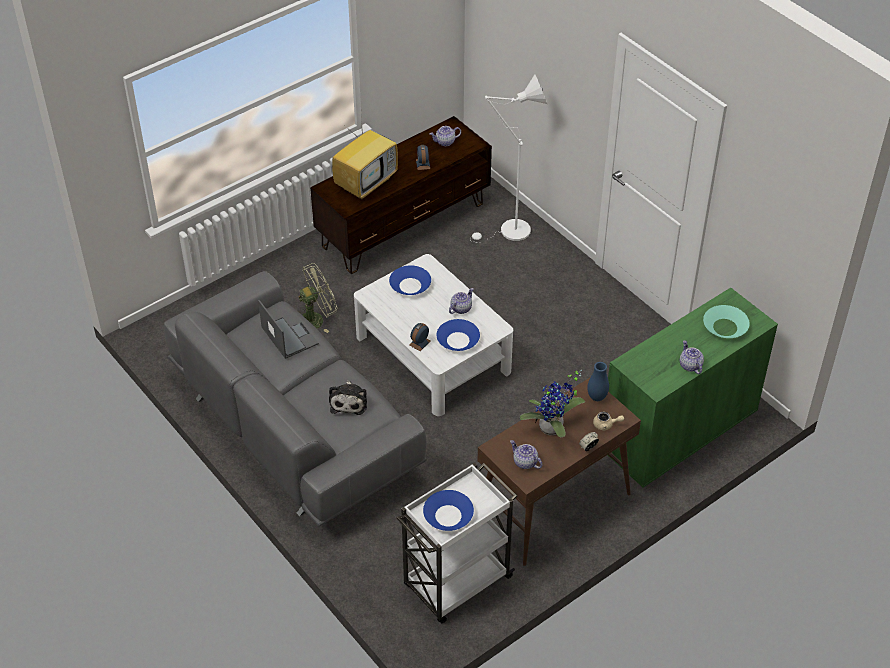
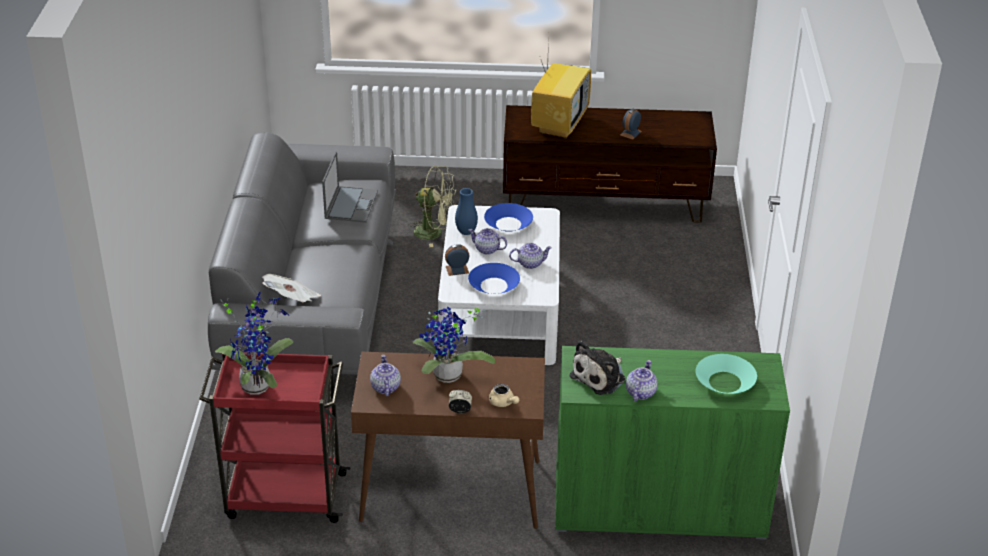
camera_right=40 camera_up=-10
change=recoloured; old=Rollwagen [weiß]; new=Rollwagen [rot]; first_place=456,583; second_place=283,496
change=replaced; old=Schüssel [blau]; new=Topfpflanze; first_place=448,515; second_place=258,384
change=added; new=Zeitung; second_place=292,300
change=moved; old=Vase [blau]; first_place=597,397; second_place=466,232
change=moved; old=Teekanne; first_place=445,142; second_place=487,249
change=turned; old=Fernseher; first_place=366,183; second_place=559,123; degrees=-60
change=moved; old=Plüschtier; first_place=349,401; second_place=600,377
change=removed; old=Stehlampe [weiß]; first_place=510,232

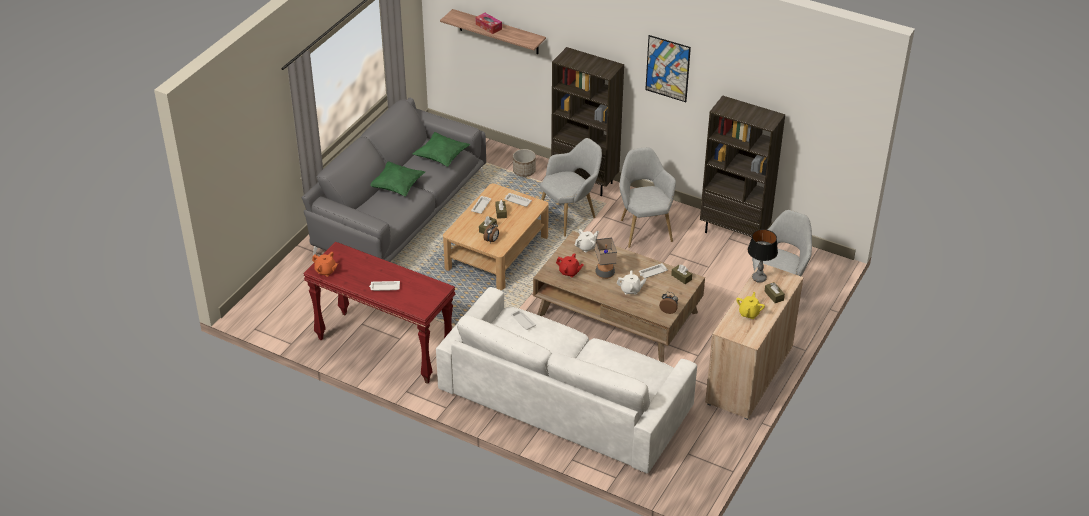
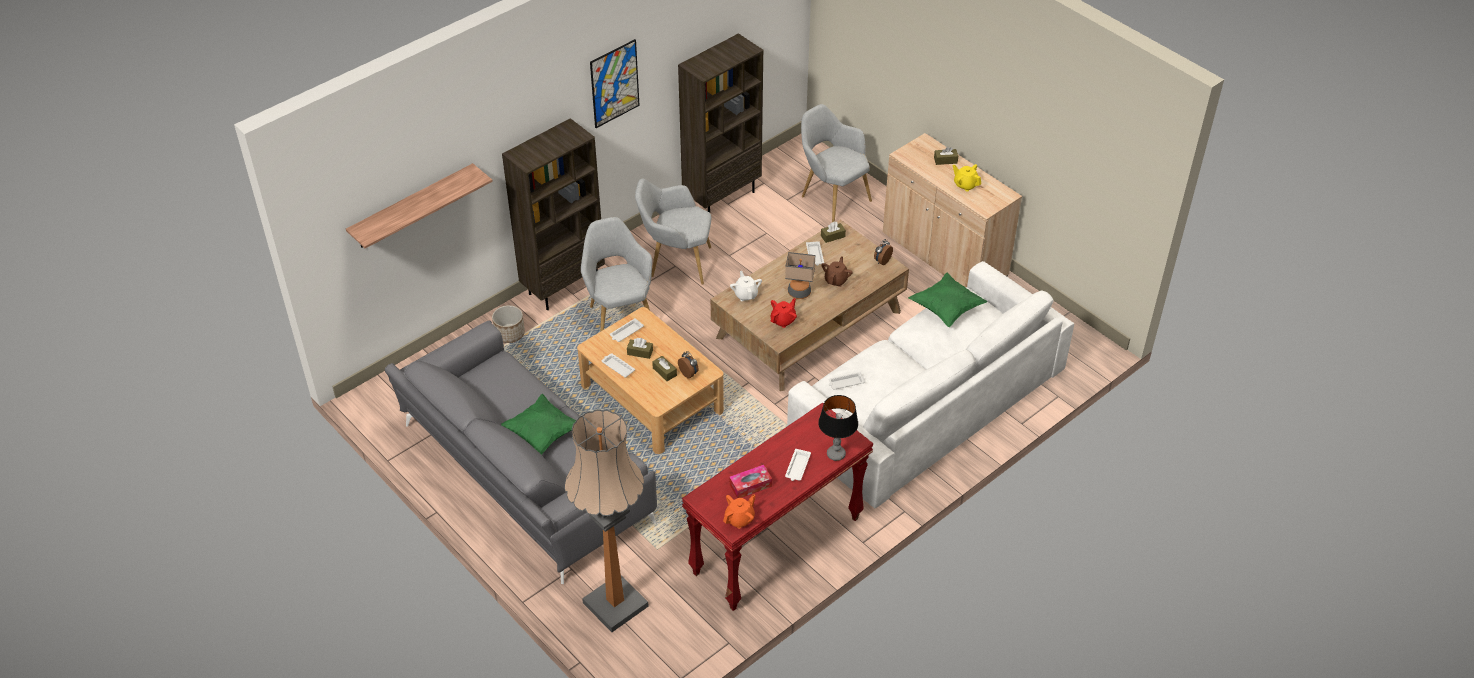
camera_right=-70 camera_up=5
change=added; new=Stehlampe; second_place=615,604
change=moved; old=Taschentuchbox; first_place=488,26; second_place=750,485
change=moved; old=Tischlampe; first_place=759,278; second_place=836,454
change=recoloured; old=Teekanne [weiß]; new=Teekanne [braun]; first_place=630,290; second_place=836,280
change=moved; old=Kissen [grün]; first_place=441,157; second_place=946,309

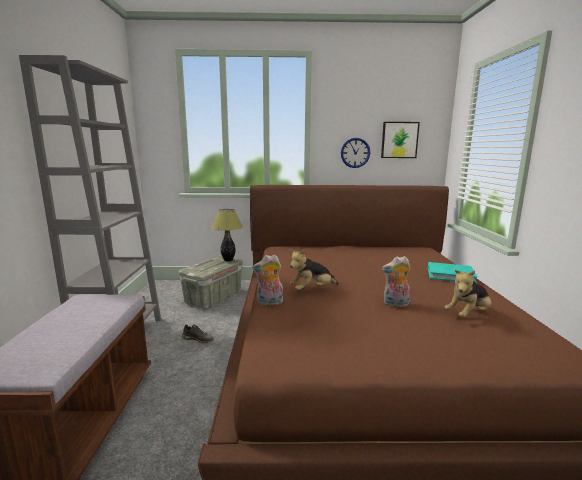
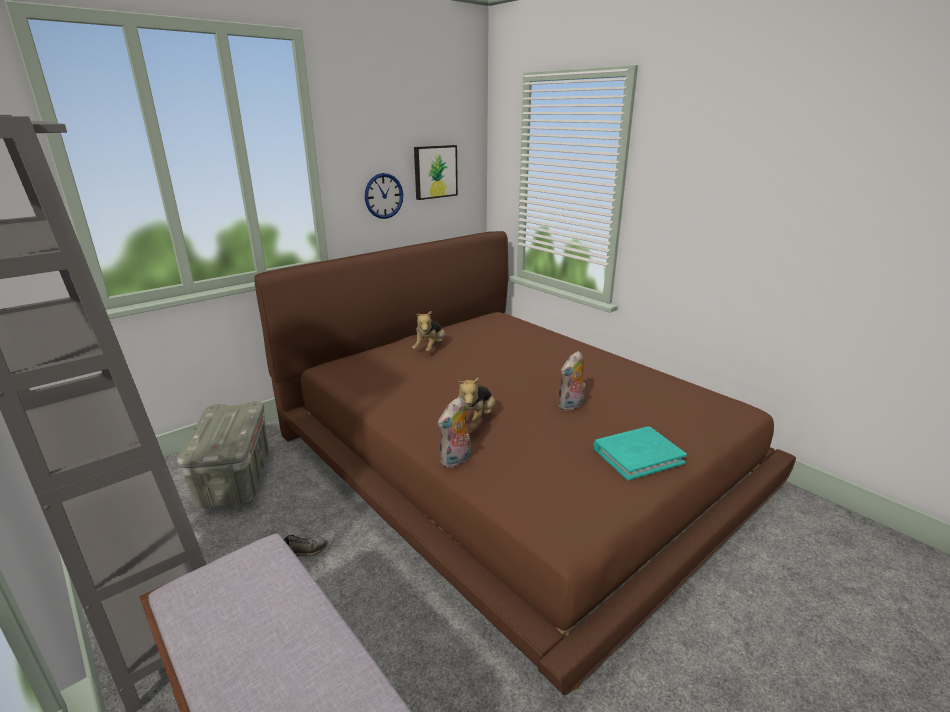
camera_right=-40 camera_up=10
change=moved; old=Plüschtier; first_place=468,315; second_place=430,348
change=moved; old=Buch [türkis]; first_place=450,275; second_place=637,455
change=removed; old=Tischlampe; first_place=228,260

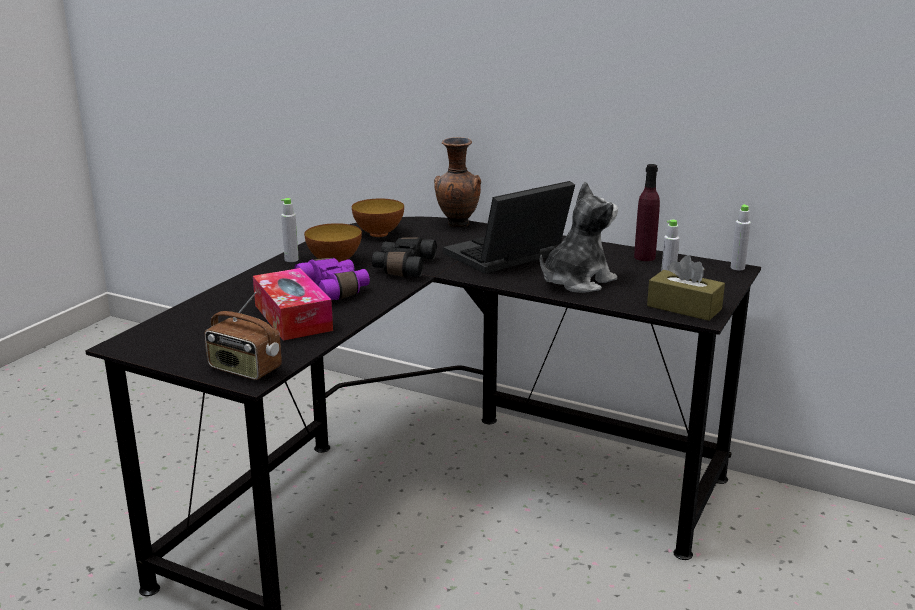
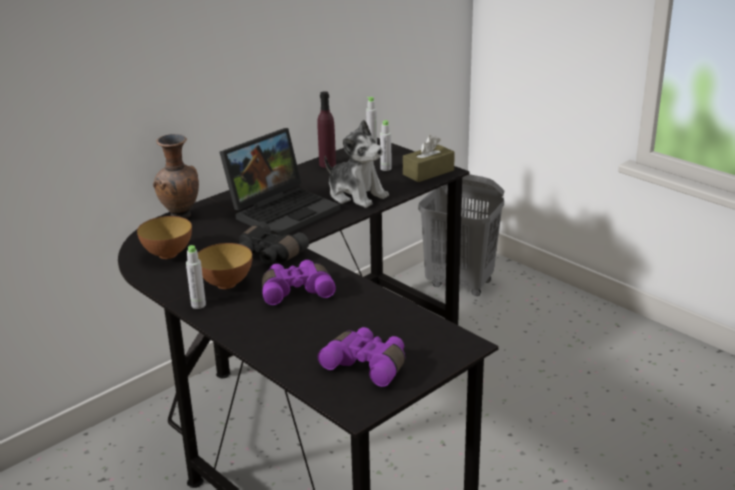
camera_right=-70 camera_up=5
change=turned; old=Laptop; first_place=506,257; second_place=283,210; degrees=-120
change=added; new=Fernglas [lila]; second_place=368,364
change=turned; old=Plüschtier; first_place=576,281; second_place=356,195; degrees=150
change=added; new=Wäschekorb [grau]; second_place=460,284
change=removed; old=Radio; first_place=244,370
change=removed; old=Taschentuchbox; first_place=293,317

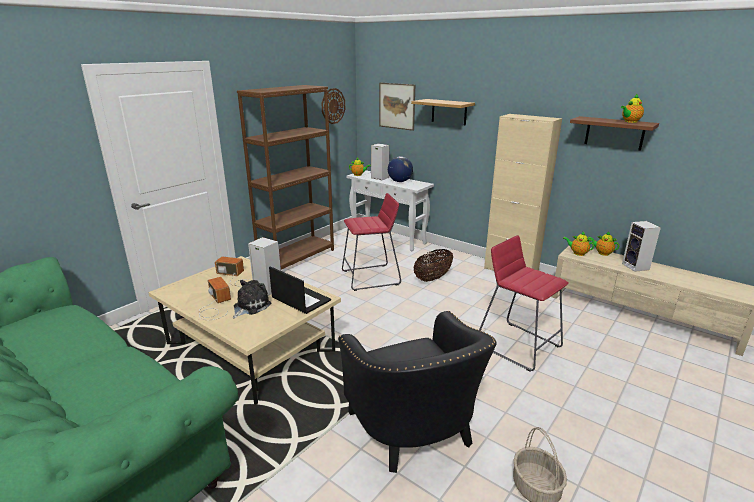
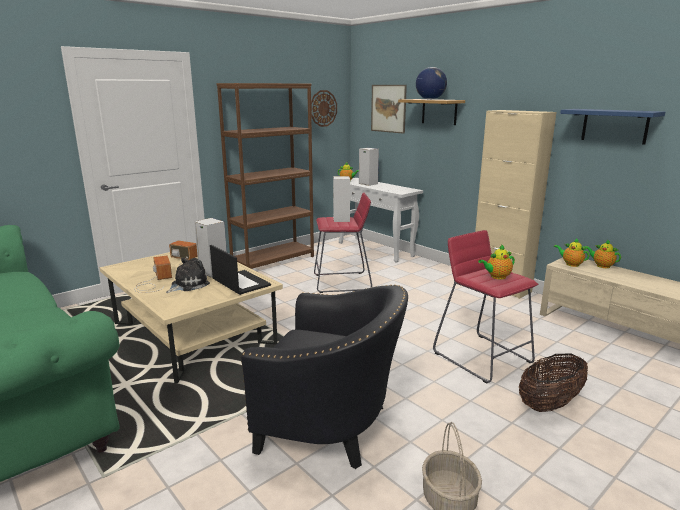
camera_right=10 camera_up=-5
change=turned; old=Sessel [schwarz]; first_place=415,431; second_place=331,426; degrees=-60
change=moved; old=Lautsprecher; first_place=636,267; second_place=342,219
change=moved; old=Globus; first_place=399,181; second_place=430,99
change=moved; old=Teekanne; first_place=629,122; second_place=496,277
change=moved; old=Korb; first_place=432,278; second_place=549,404
change=recoloured; old=Wandregal [braun]; new=Wandregal [blau]; first_place=614,133; second_place=614,126

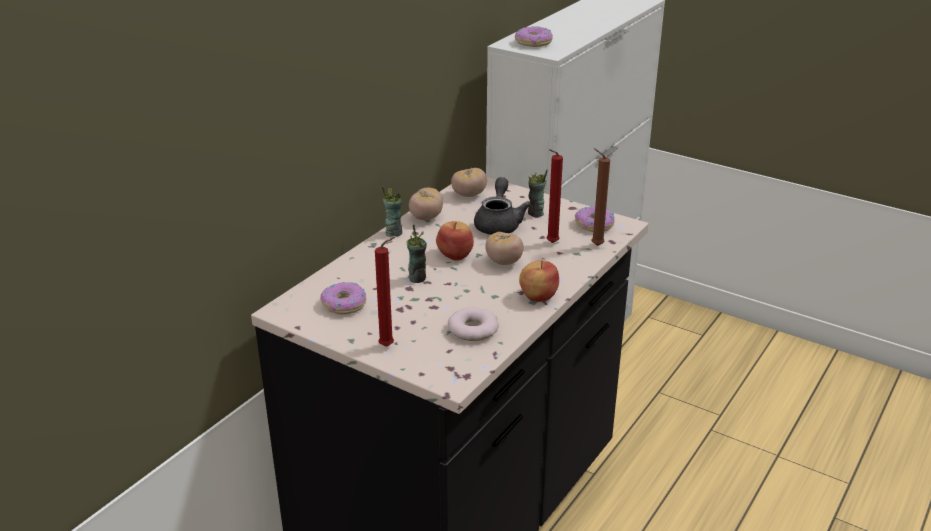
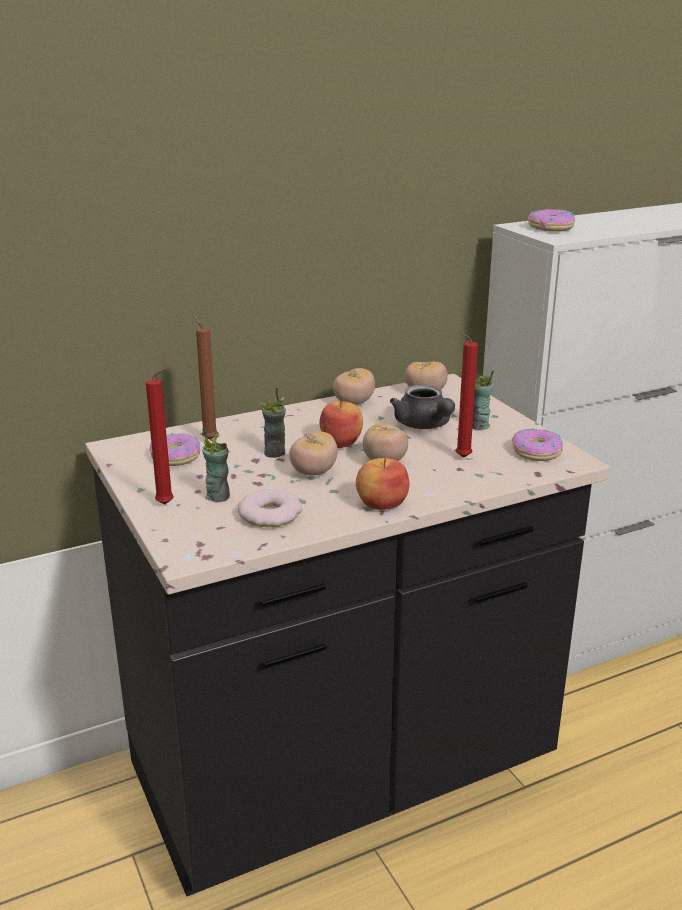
camera_right=30 camera_up=-5
change=moved; old=Kerze [braun]; first_place=595,245; second_place=208,439
change=moved; old=Tasse; first_place=393,232; second_place=218,496
change=added; new=Tomate; second_place=313,472
change=turned; old=Teekanne [grau]; first_place=499,223; second_place=424,425; degrees=120

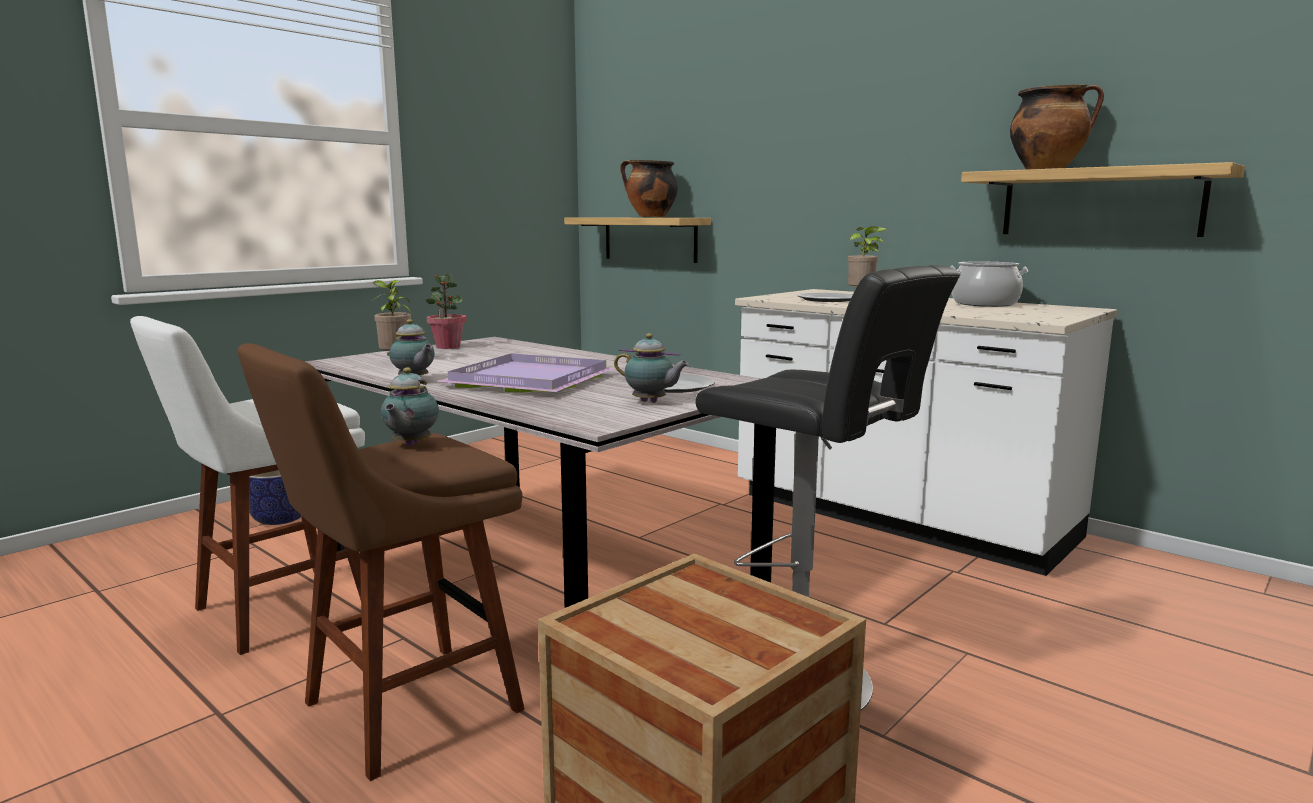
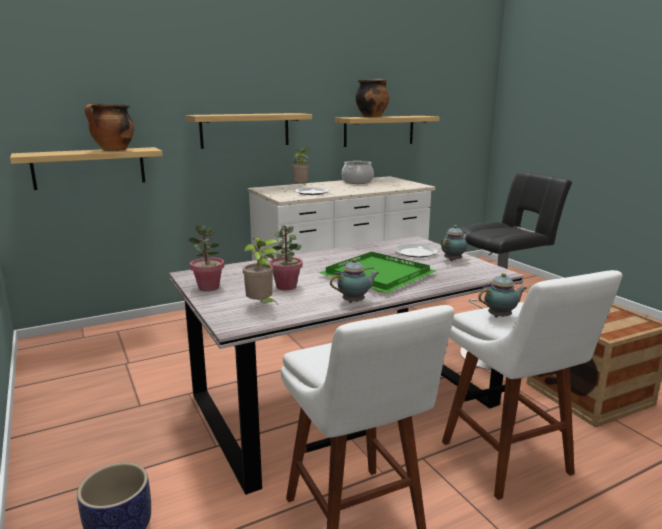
camera_right=-70 camera_up=5
change=added; new=Wandregal; second_place=245,130
change=added; new=Topfpflanze; second_place=286,286
change=recoloured; old=Tablett [lila]; new=Tablett [grün]; first_place=533,380; second_place=377,275
change=recoloured; old=Hocker [braun]; new=Hocker [weiß]; first_place=402,711; second_place=509,461
change=turned; old=Teekanne; first_place=410,445; second_place=501,316; degrees=-45

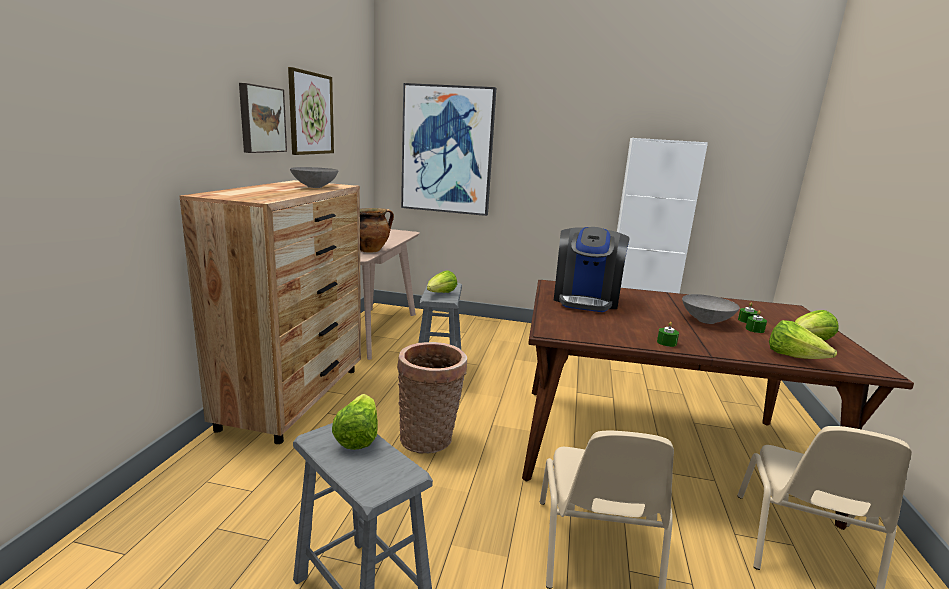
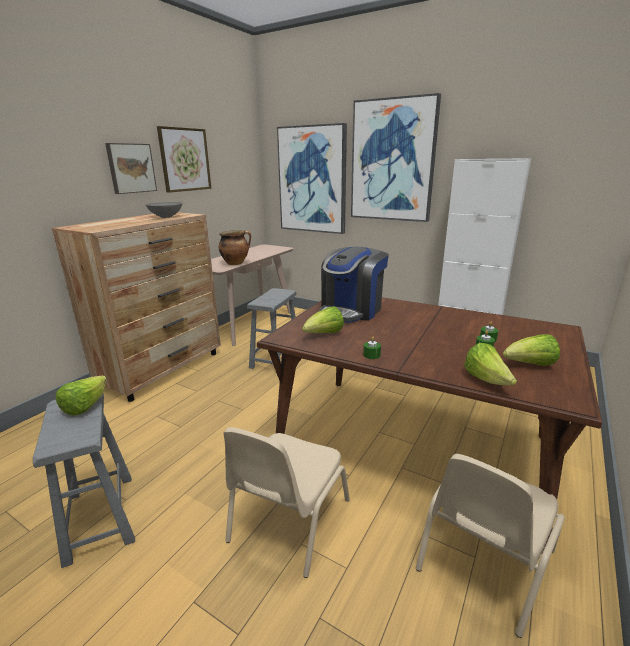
camera_right=20 camera_up=5
change=moved; old=Salatkopf; first_place=441,294; second_place=324,334
change=added; new=Bild; second_place=392,161
change=removed; old=Korb; first_place=429,439
change=removed; old=Schüssel [grau]; first_place=706,320

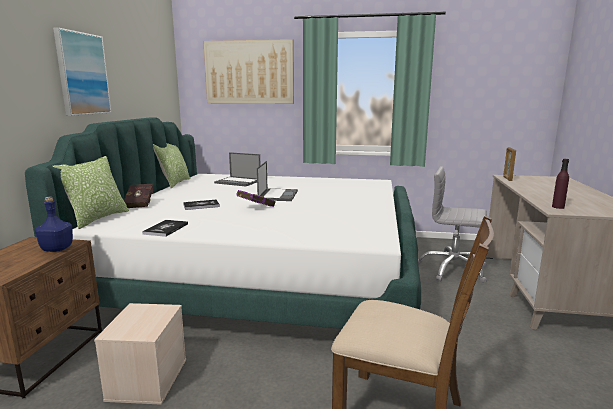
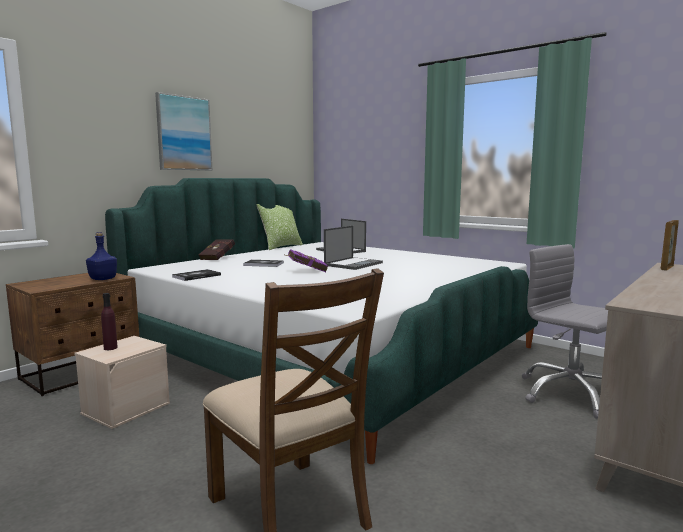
camera_right=30 camera_up=-5
change=moved; old=Flasche [lila]; first_place=558,207; second_place=110,348
change=removed; old=Kissen; first_place=98,218
change=removed; old=Bild; first_place=249,72

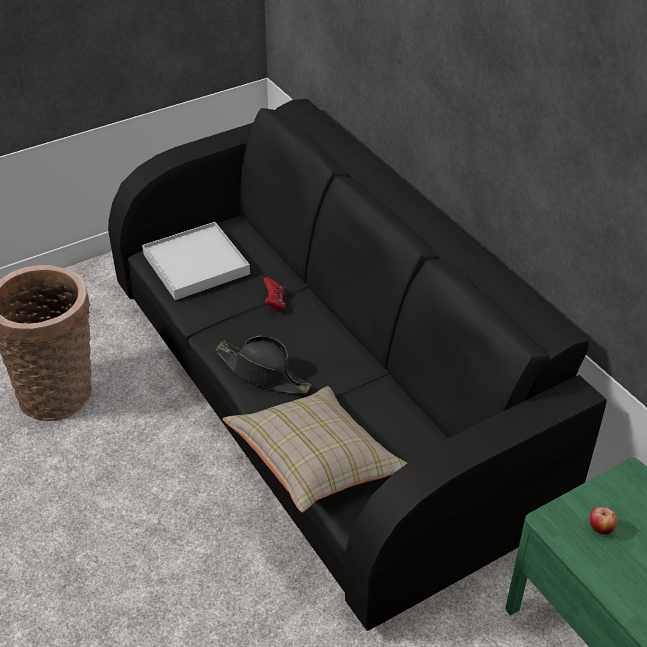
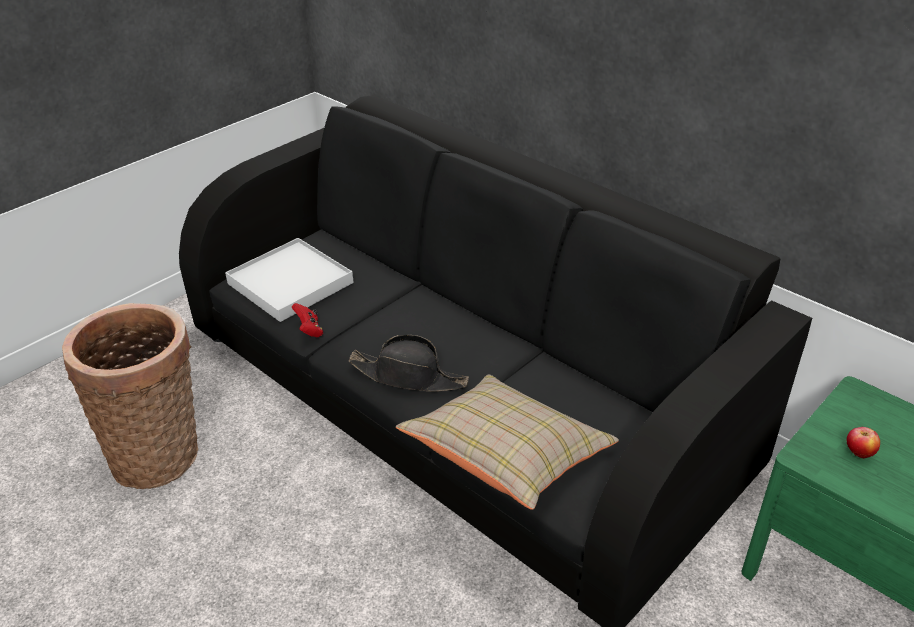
camera_right=-15 camera_up=-5
change=moved; old=Gamepad [rot]; first_place=274,302; second_place=309,330

